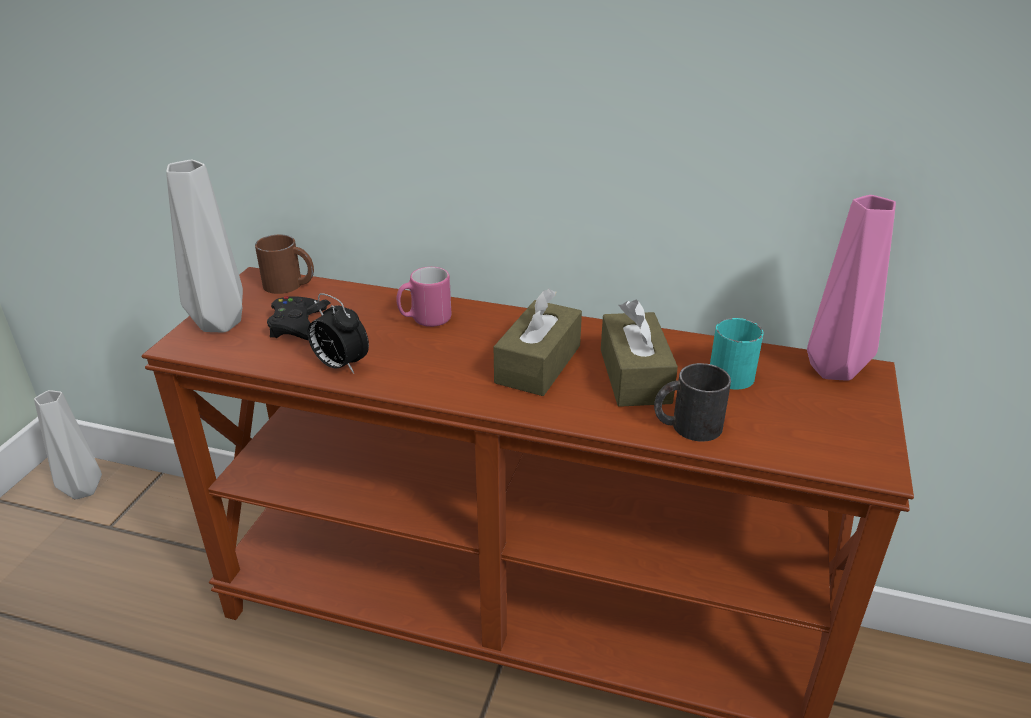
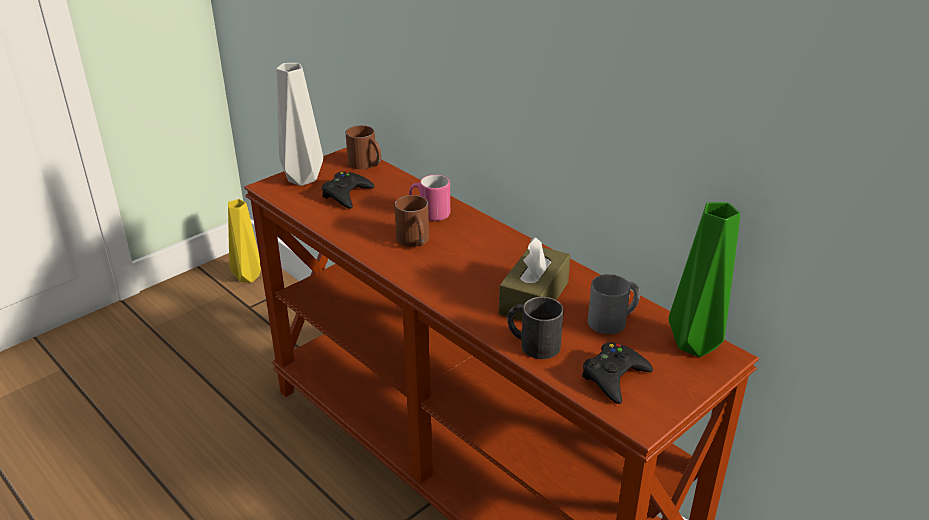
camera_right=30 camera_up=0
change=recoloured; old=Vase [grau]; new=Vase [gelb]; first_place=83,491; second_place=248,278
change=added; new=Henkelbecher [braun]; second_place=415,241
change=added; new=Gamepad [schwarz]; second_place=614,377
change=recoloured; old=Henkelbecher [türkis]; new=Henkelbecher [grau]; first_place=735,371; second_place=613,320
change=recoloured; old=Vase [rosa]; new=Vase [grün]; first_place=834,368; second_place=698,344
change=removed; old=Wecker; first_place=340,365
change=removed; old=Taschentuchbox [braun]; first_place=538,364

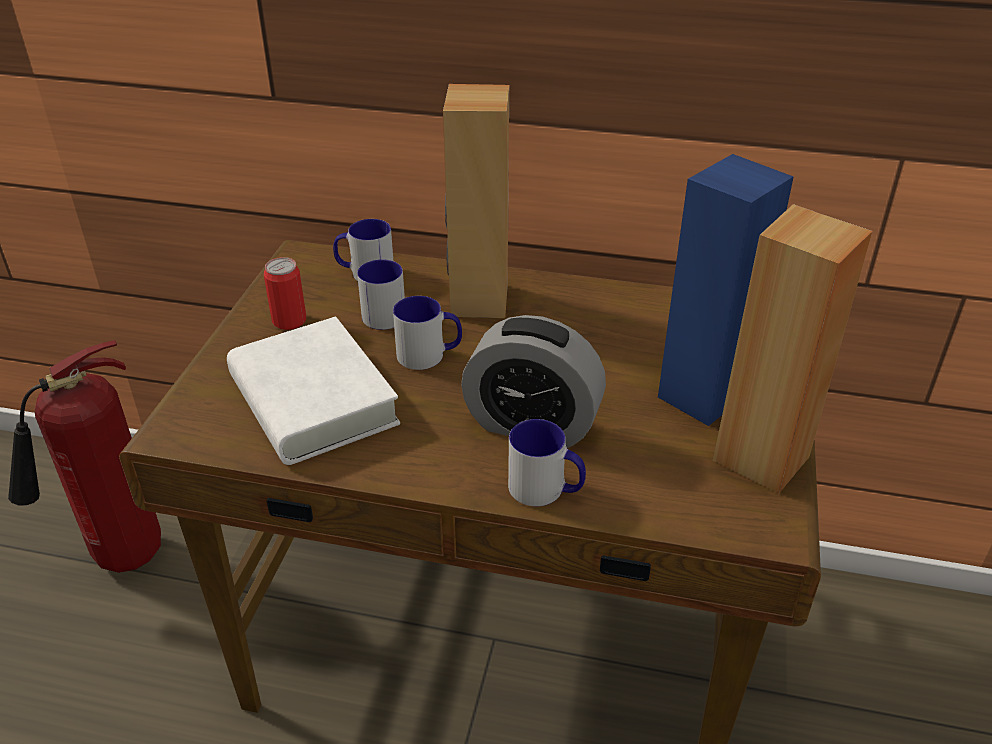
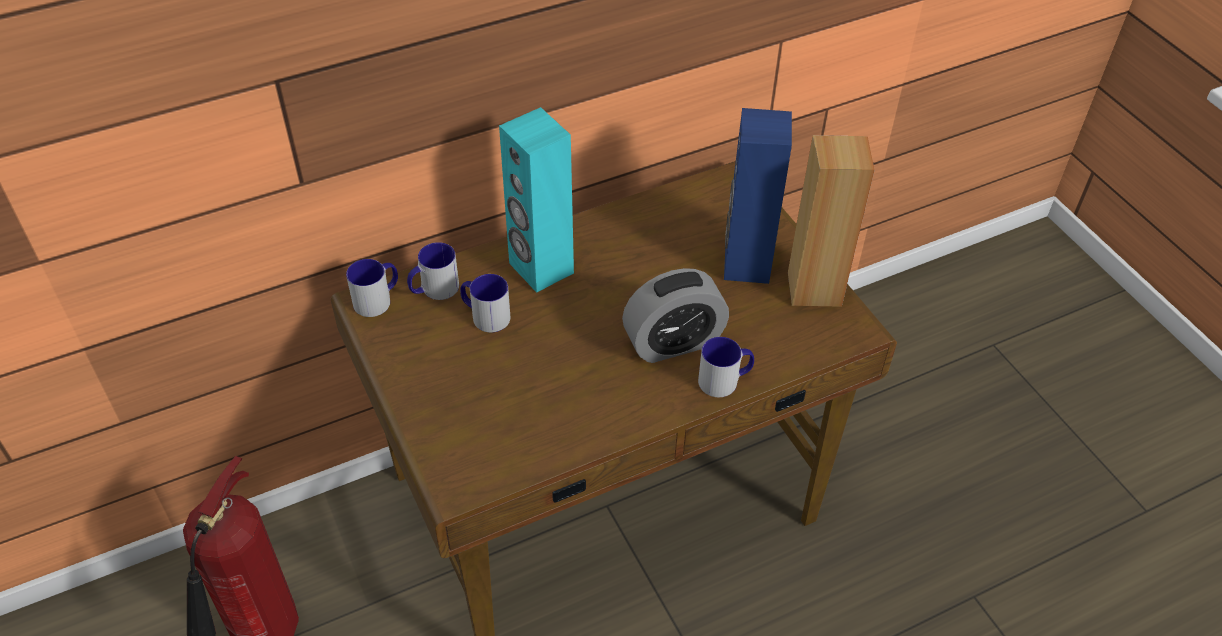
camera_right=-40 camera_up=10
change=moved; old=Henkelbecher; first_place=429,355; second_place=378,299
change=recoloured; old=Lautsprecher [braun]; new=Lautsprecher [türkis]; first_place=478,300; second_place=540,268
change=removed; old=Buch [weiß]; first_place=313,401
change=removed; old=Dose; first_place=289,320

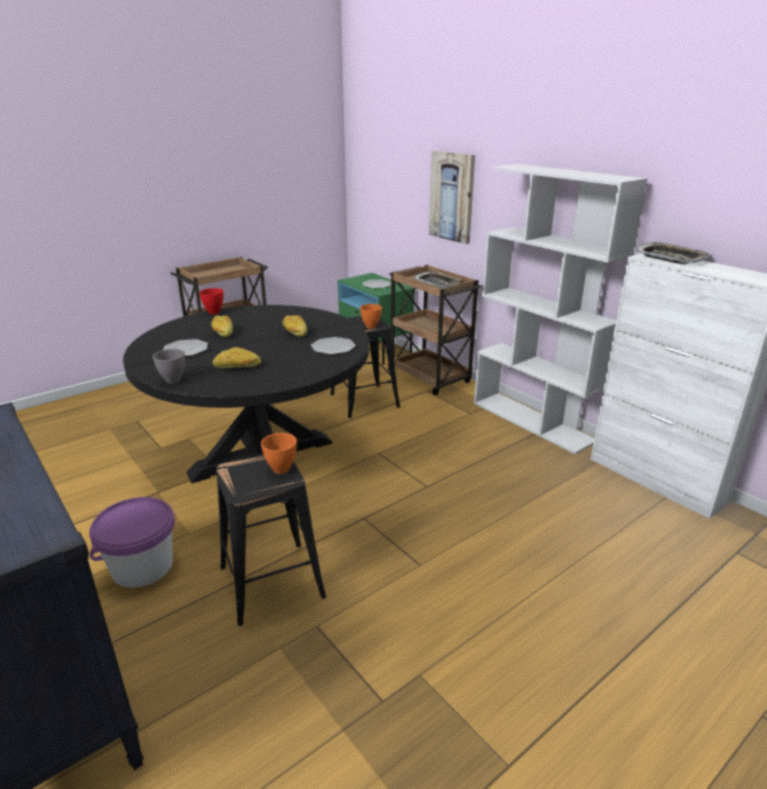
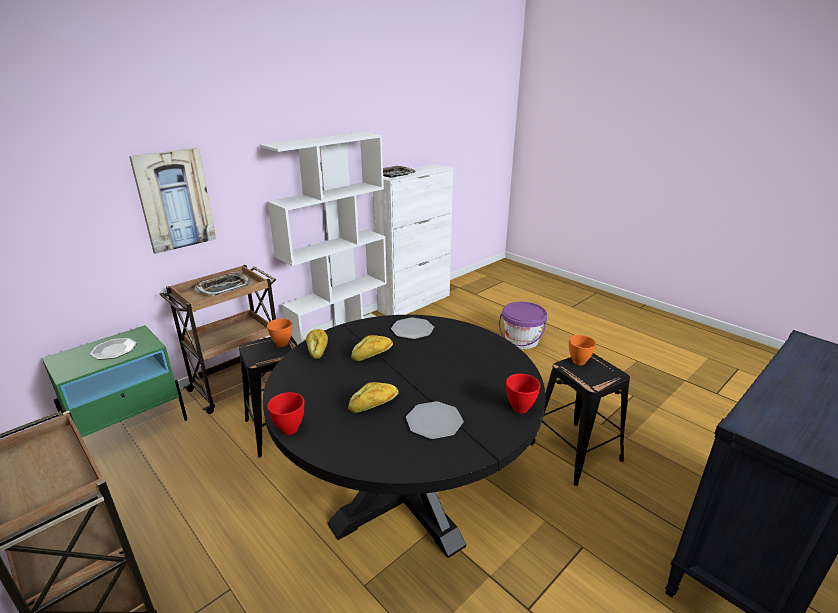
camera_right=-95 camera_up=0
change=moved; old=Brot; first_place=237,367; second_place=317,348
change=moved; old=Eimer [lila]; first_place=142,566; second_place=521,340
change=recoloured; old=Schüssel [grau]; new=Schüssel [rot]; first_place=174,380; second_place=520,408

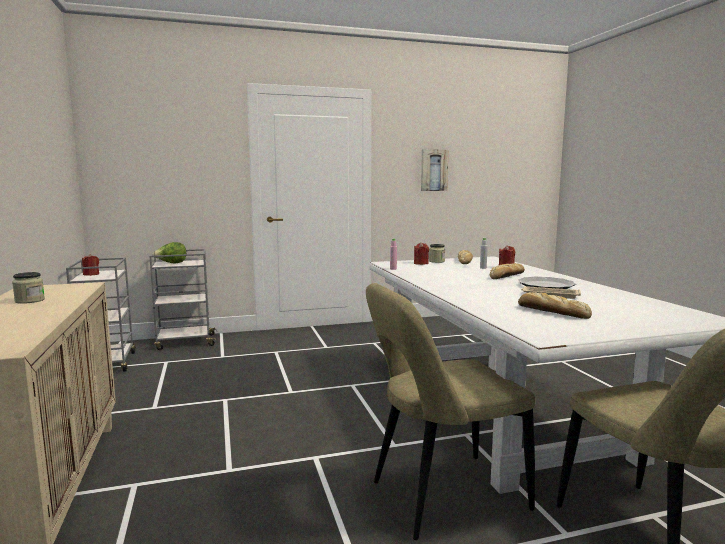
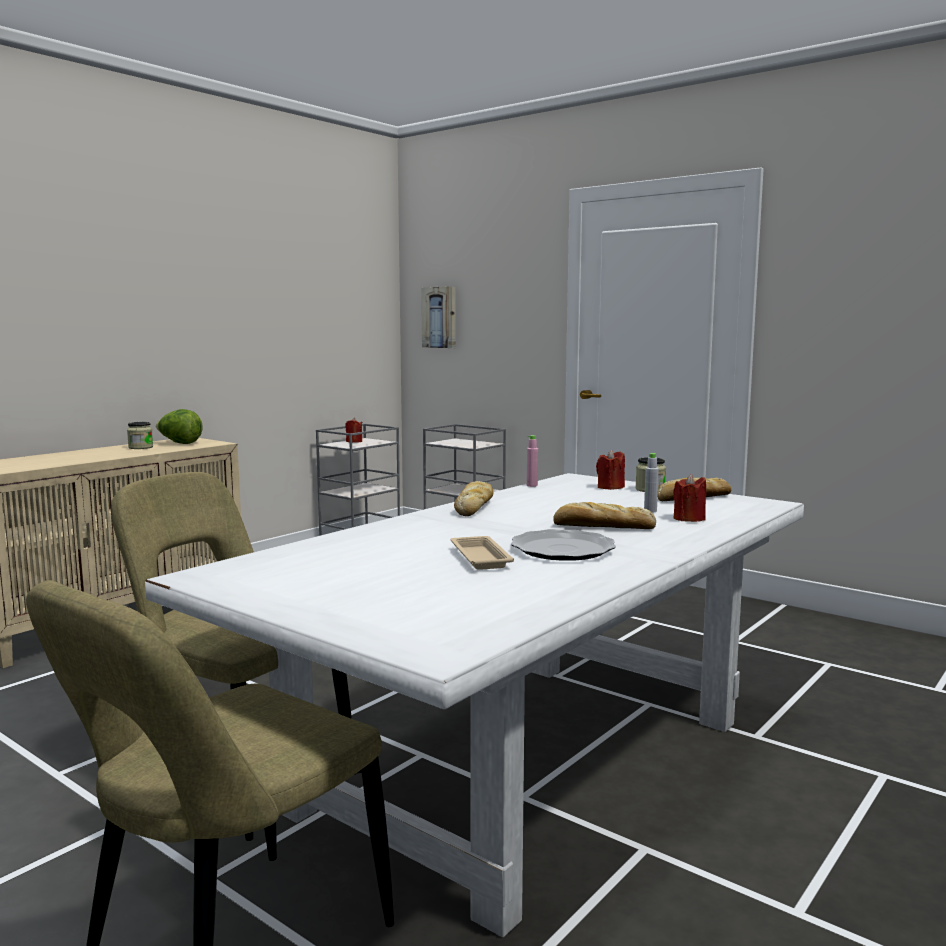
camera_right=55 camera_up=0
change=moved; old=Salatkopf; first_place=171,263; second_place=179,443
change=moved; old=Bild; first_place=433,170; second_place=440,317
change=moved; old=Brot; first_place=551,312; second_place=474,506

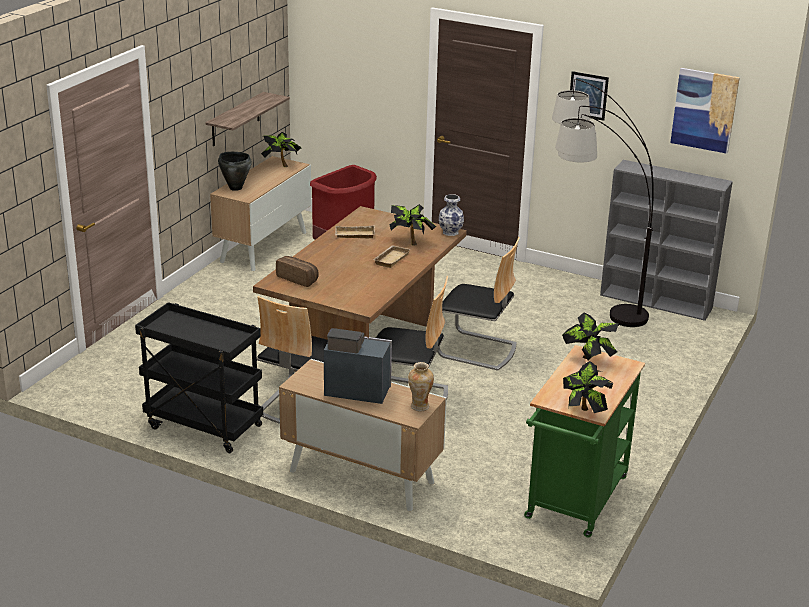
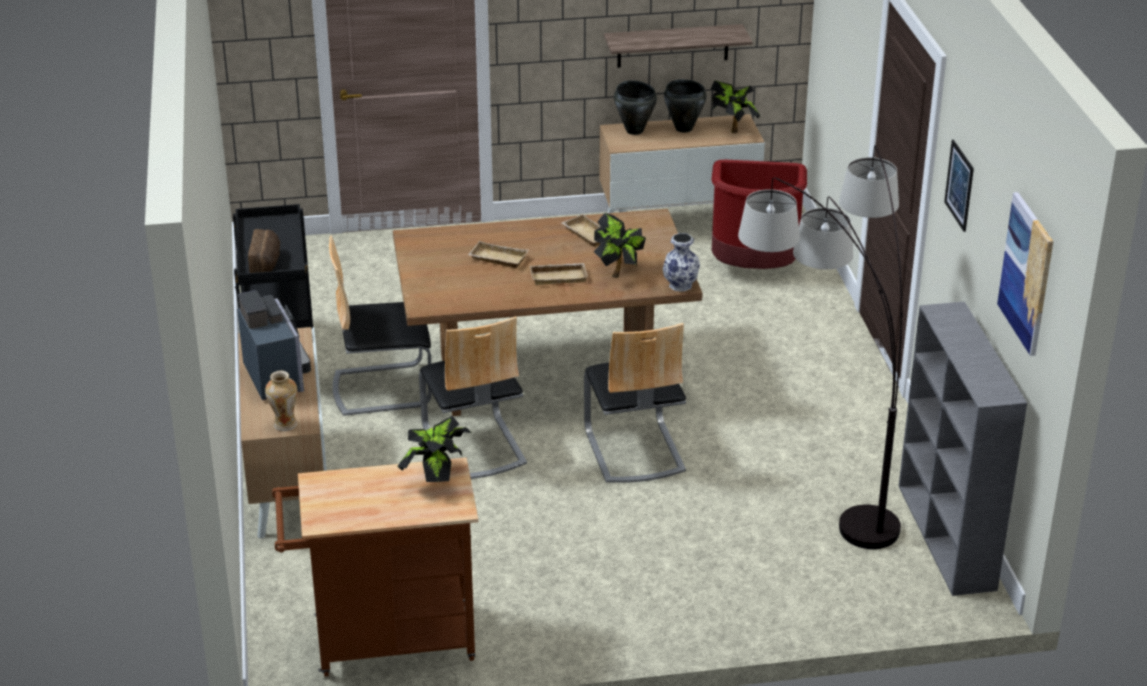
camera_right=55 camera_up=5
change=moved; old=Brot; first_place=298,278; second_place=266,263
change=recoloured; old=Rollwagen [grün]; new=Rollwagen [braun]; first_place=574,502; second_place=383,642
change=added; new=Tablett [beige]; second_place=497,259
change=added; new=Kochtopf [schwarz]; second_place=683,129
change=removed; old=Topfpflanze; first_place=584,413

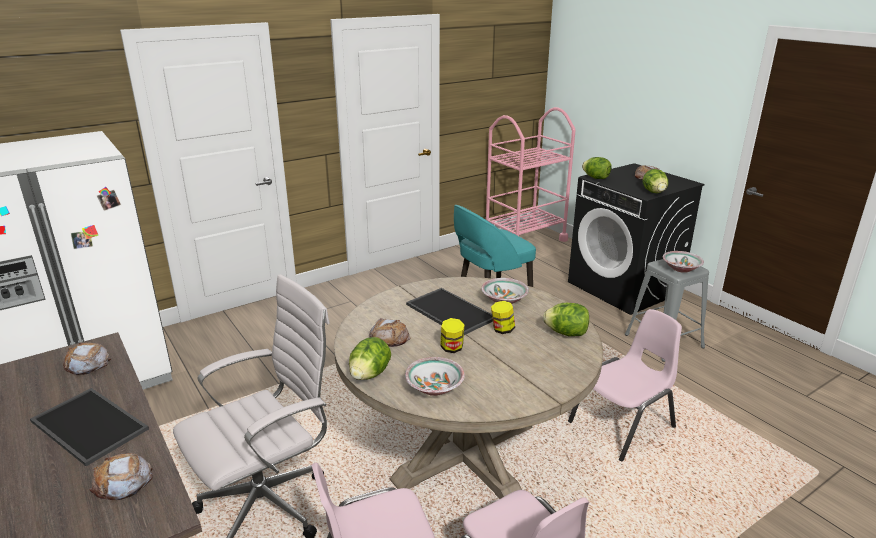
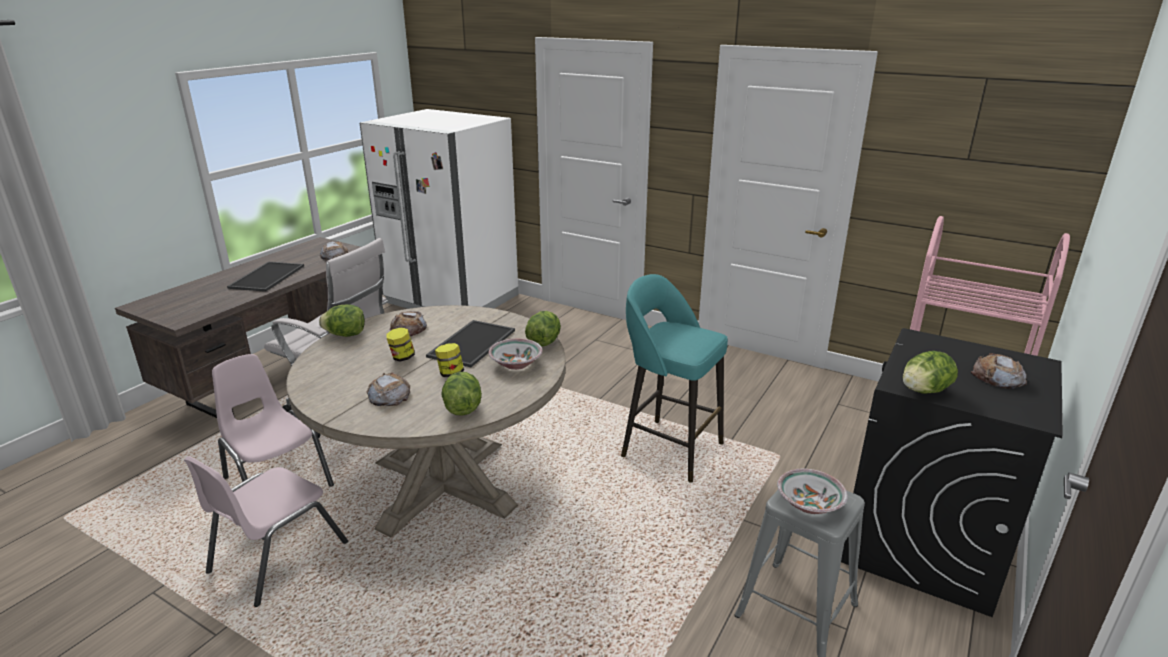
camera_right=65 camera_up=0
change=moved; old=Brot; first_place=122,482; second_place=389,395
change=moved; old=Salatkopf; first_place=596,178; second_place=544,342
change=removed; old=Schüssel; first_place=434,387
change=removed; old=Stuhl [rosa]; first_place=623,425

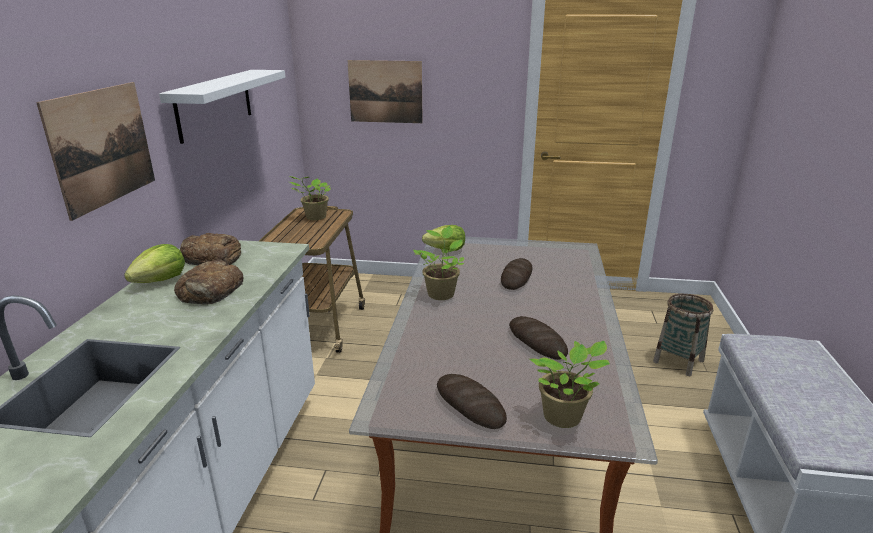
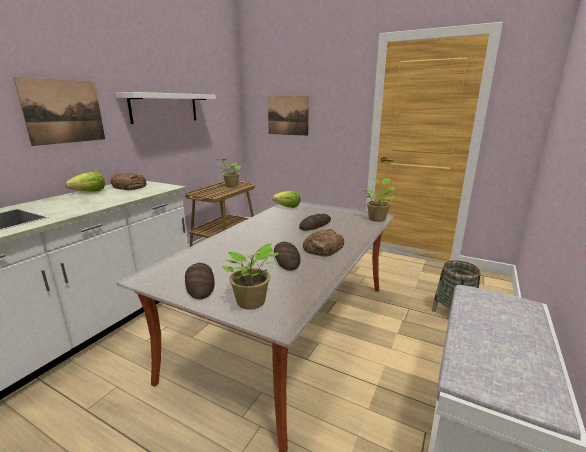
camera_right=20 camera_up=-5
change=moved; old=Brot; first_place=210,291; second_place=323,248
change=moved; old=Topfpflanze; first_place=441,293; second_place=377,218

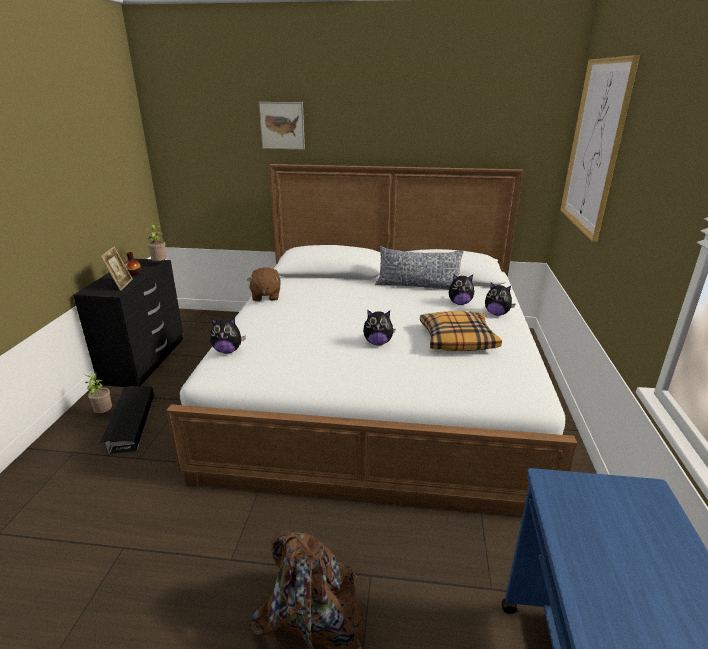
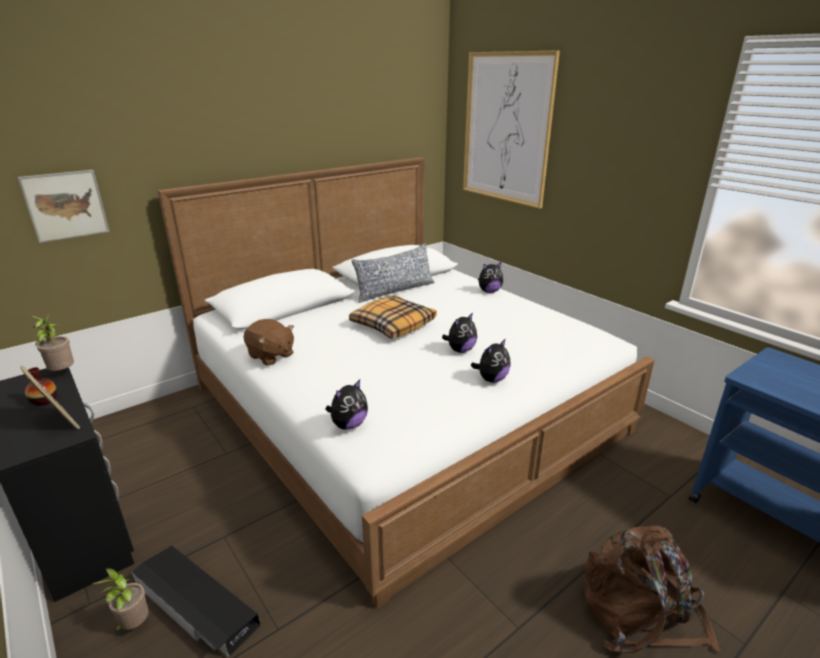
camera_right=-45 camera_up=0
change=moved; old=Bild; first_place=282,125; second_place=66,205
change=moved; old=Kissen; first_place=457,339; second_place=392,324
change=moved; old=Plüschtier; first_place=459,303; second_place=491,379

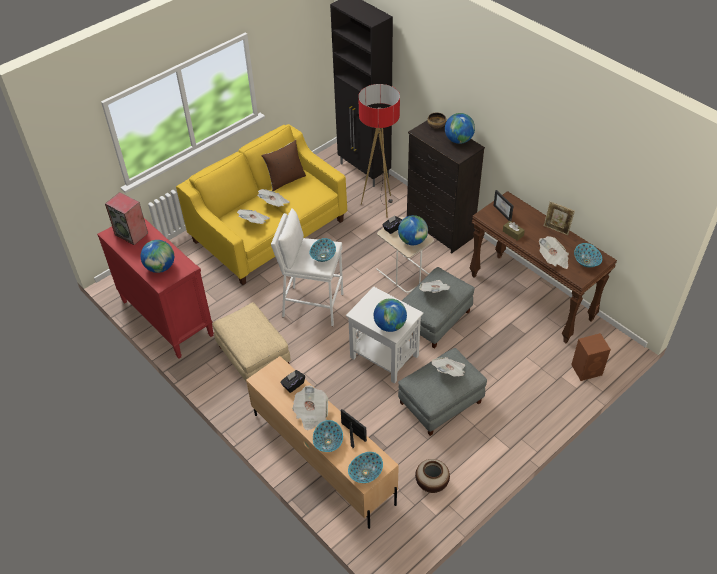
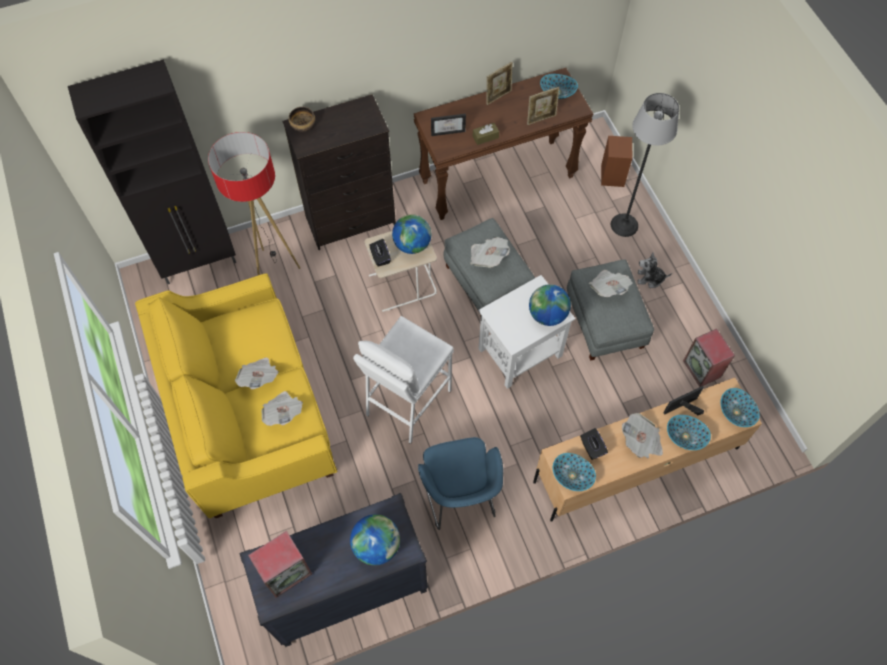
camera_right=-70 camera_up=15
change=recoloured; old=Kommode [rot]; new=Kommode [schwarz]; first_place=166,318; second_place=347,591
change=replaced; old=Polsterhocker [beige]; new=Sessel [blau]; first_place=253,356; second_place=459,497
change=replaced; old=Zeitung; new=Bilderrahmen; first_place=553,259; second_place=541,118
change=moved; old=Schüssel; first_place=323,256; second_place=572,475
change=added; new=Stehlampe; second_place=624,225
change=added; new=Plüschtier; second_place=650,278
change=replaced; old=Vase; new=Lautsprecher; first_place=431,484; second_place=702,369
change=removed; old=Kissen [braun]; first_place=285,180
change=removed; old=Globus; first_place=458,140

